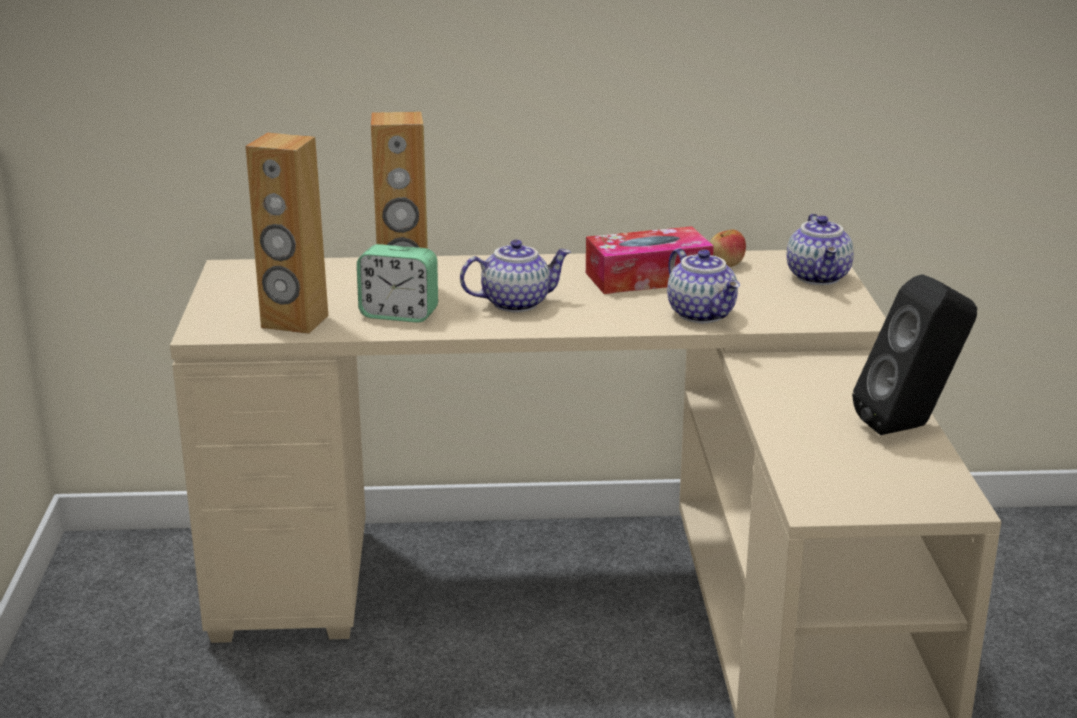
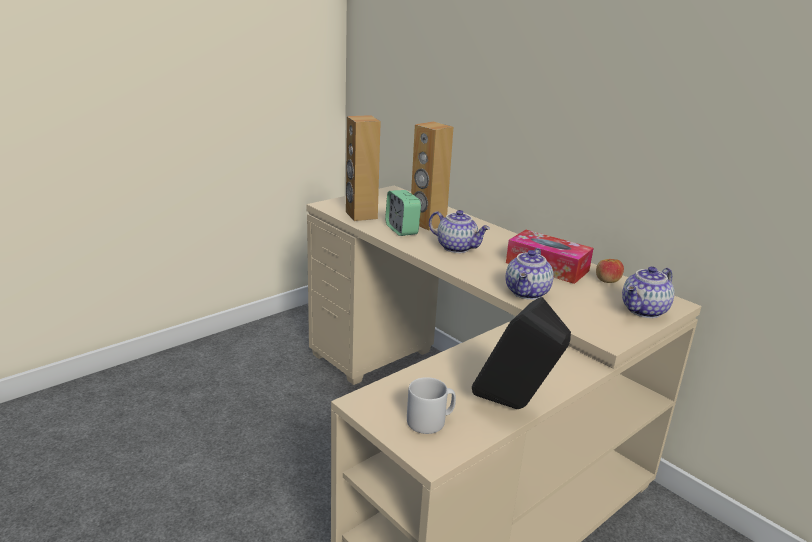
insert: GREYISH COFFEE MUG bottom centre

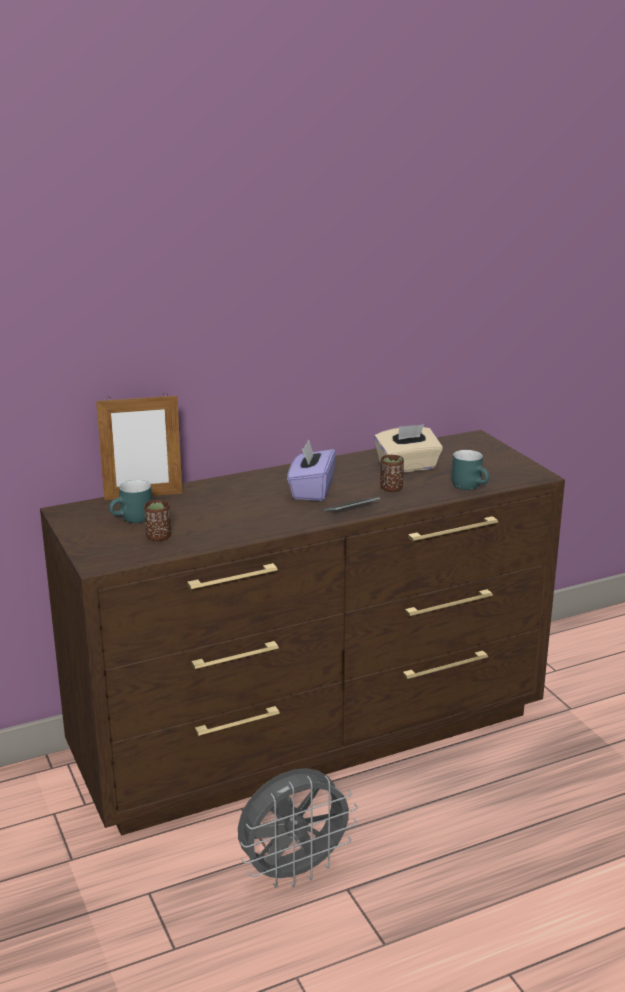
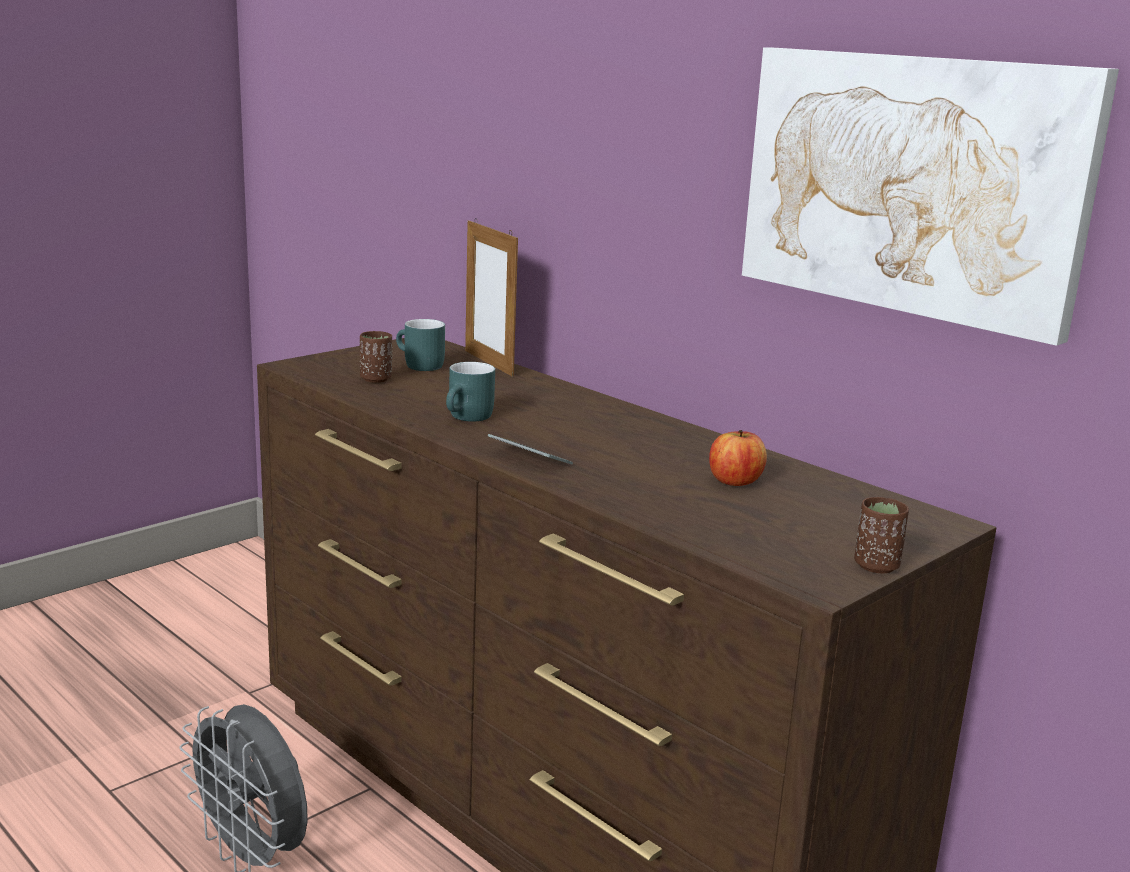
delete: PURPLE-COLOURED TISSUE HOLDER centre
insert: PICTURE top right
move: TURQUOISE COFFEE MUG (2nd from left) middle right to centre; BROWN CUP (2nd from left) centre to middle right
replace: SAND-COLOURED TISSUE HOLDER centre to APPLE centre

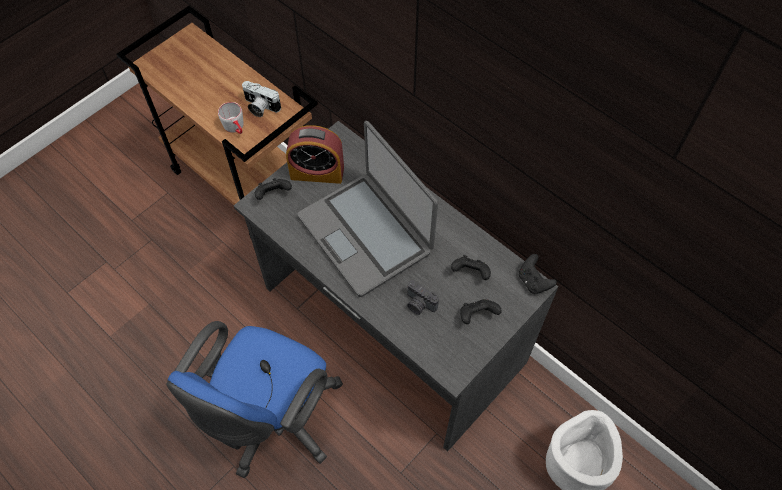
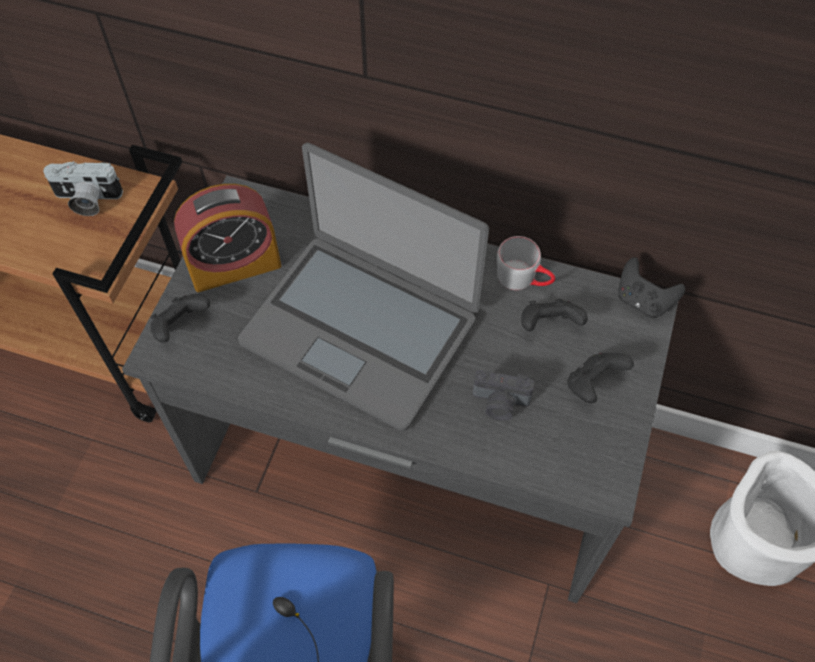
move: GREYISH COFFEE MUG top left to centre

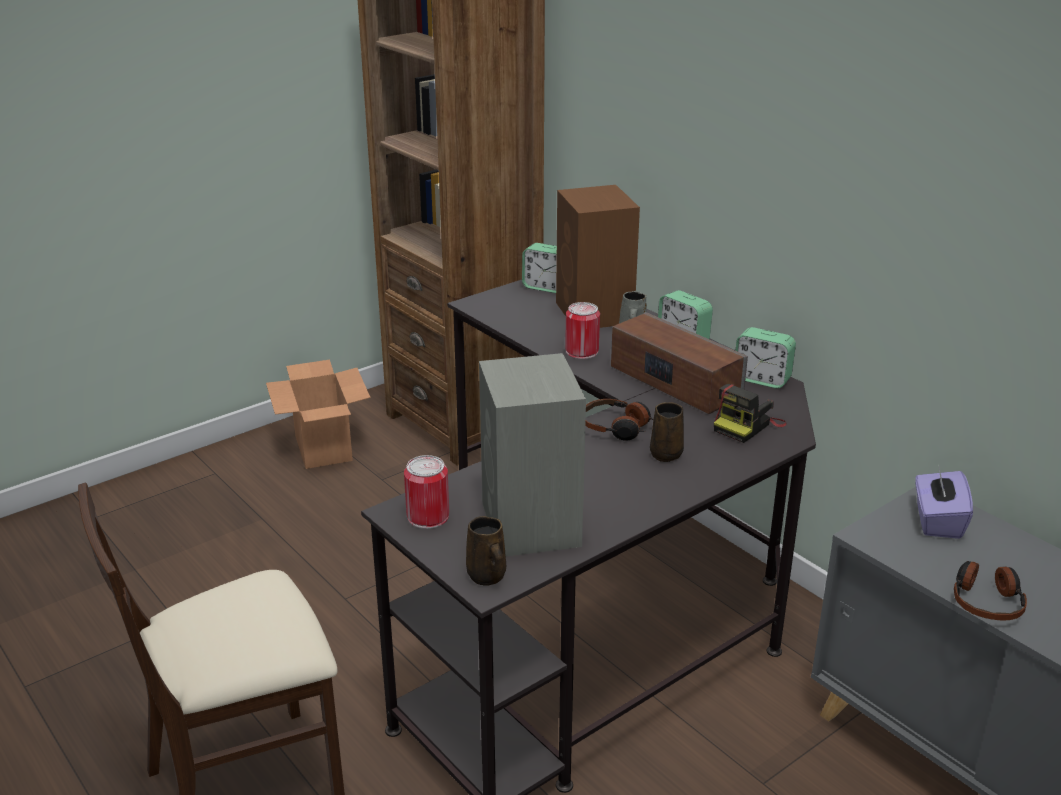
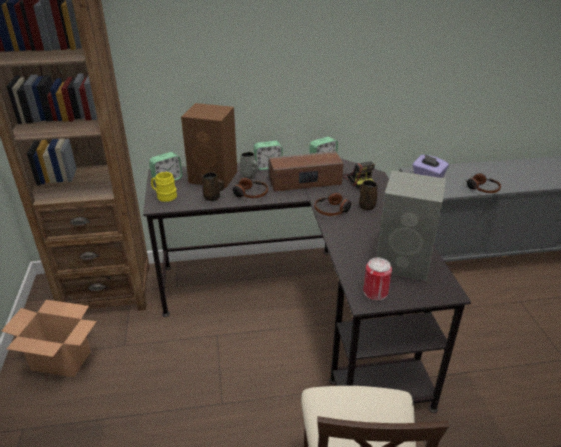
insert: YELLOW-COLOURED COFFEE MUG middle left
move: BROWN COFFEE MUG (1st from left) bottom centre to centre
replace: METAL CAN (2nd from left) centre to HEADSET (1st from left) centre

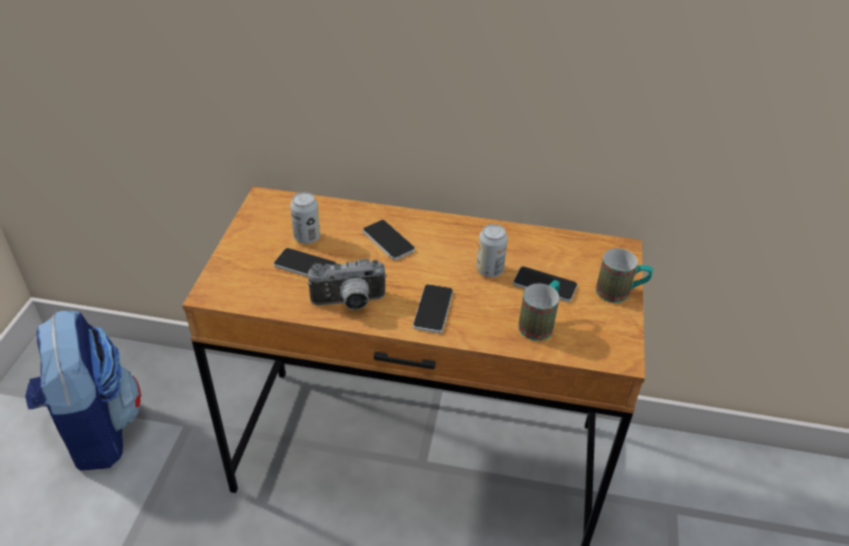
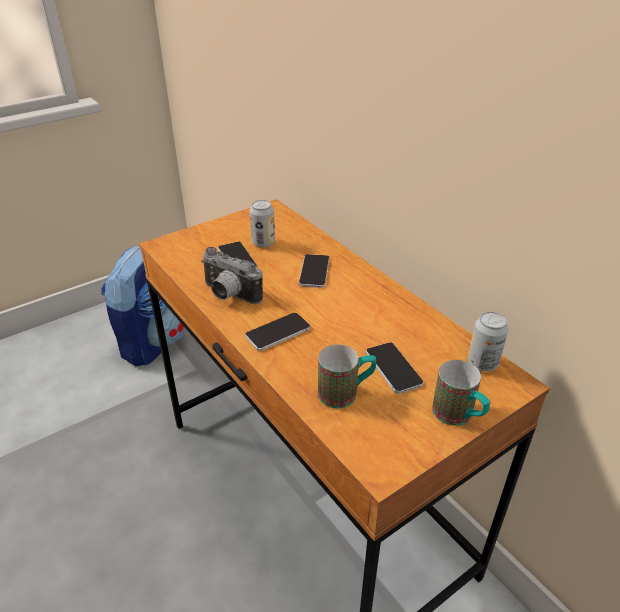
move: METAL CAN (2nd from left) centre to middle right

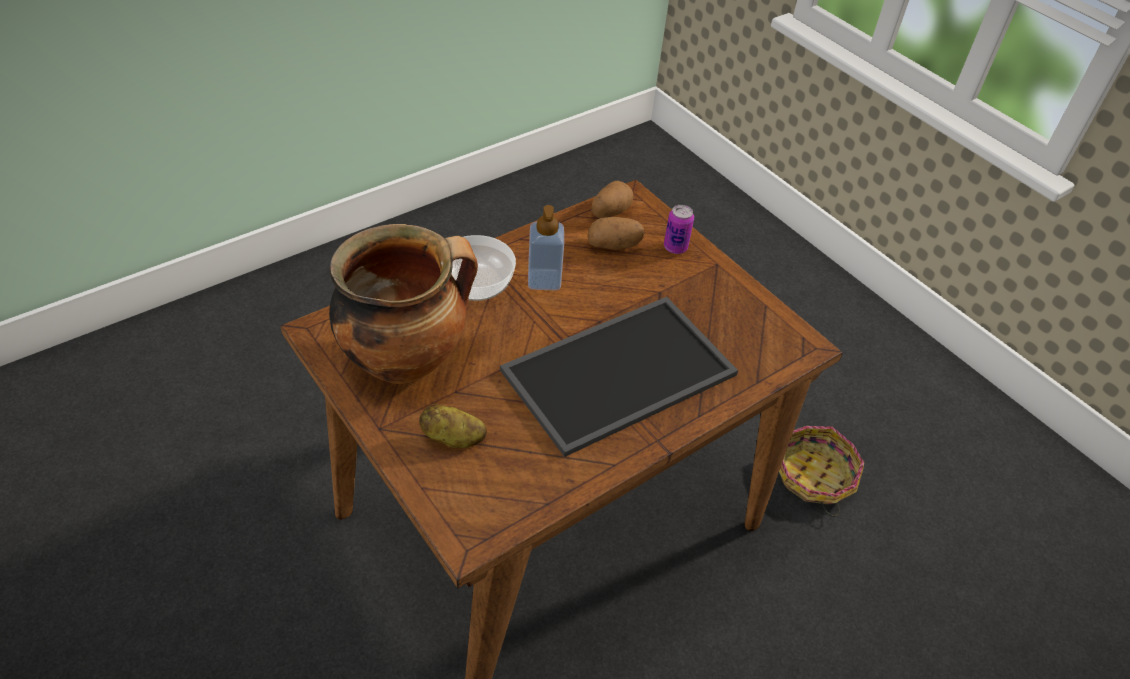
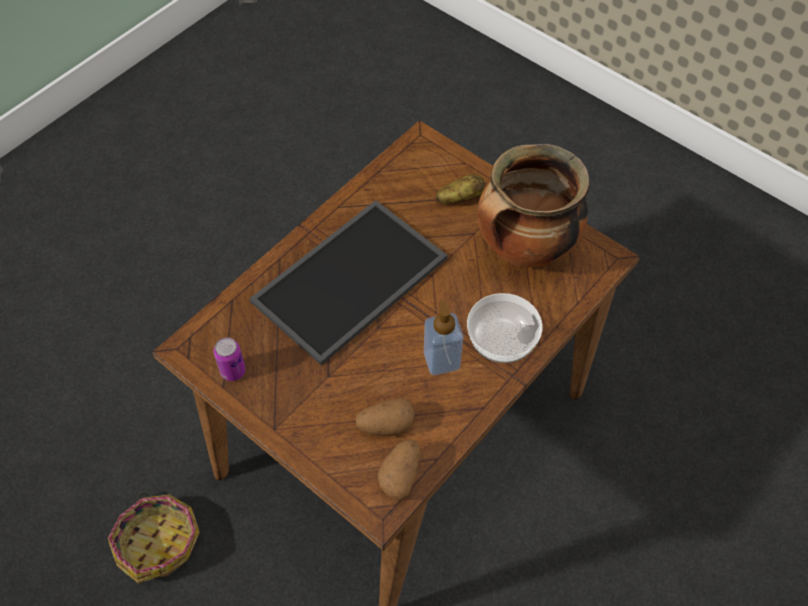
move: METAL CAN centre to middle left

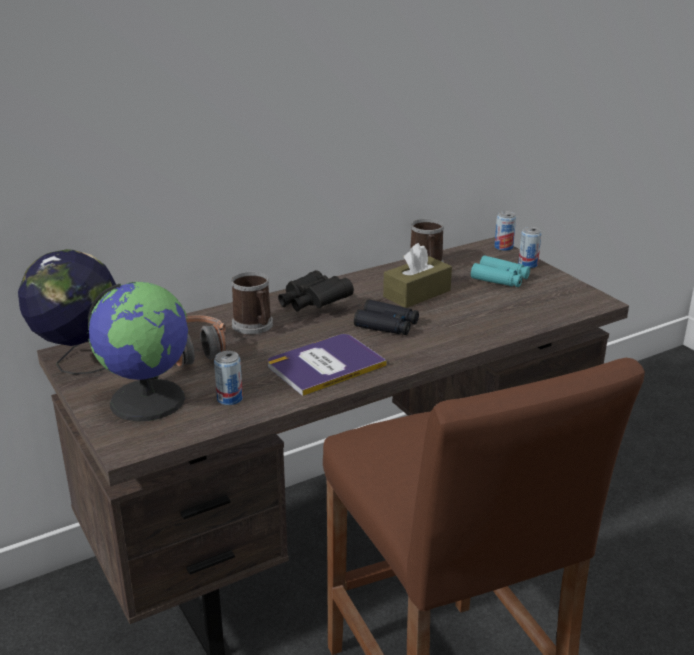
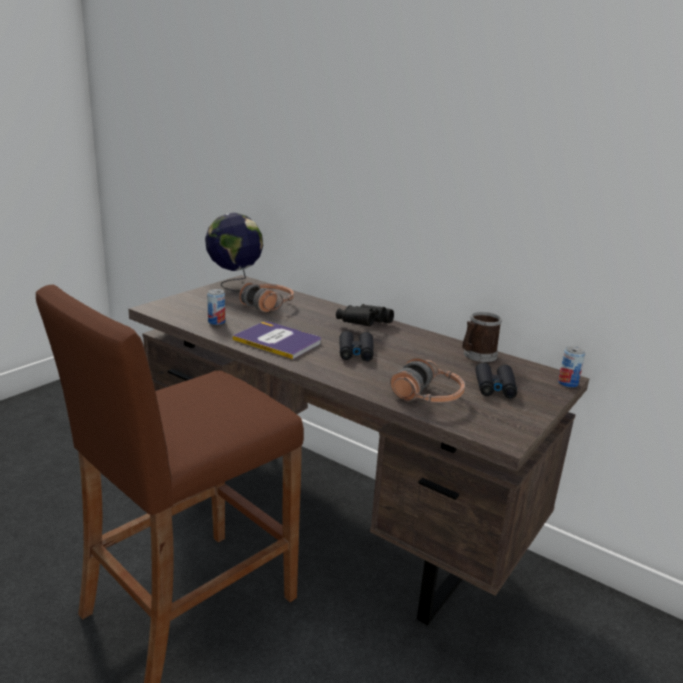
delete: METAL CAN (3rd from left) middle right; BROWN TISSUE HOLDER centre; COFFEE MUG (1st from left) centre; GLOBE (2nd from left) middle left
insert: HEADSET (2nd from left) centre
recolor: TURQUOISE PAIR OF BINOCULARS middle right to BLACK PAIR OF BINOCULARS (3rd from left) middle right

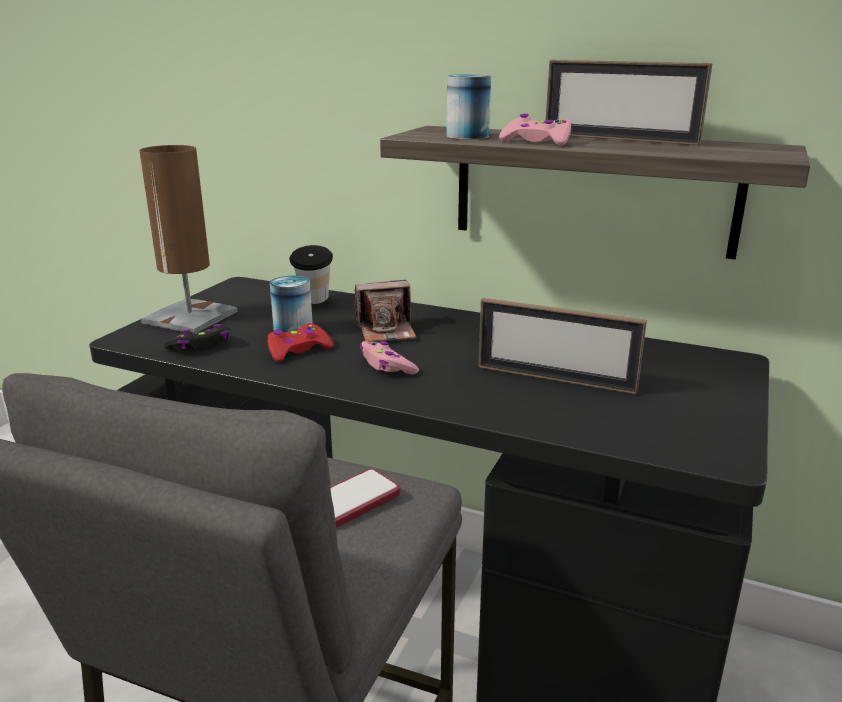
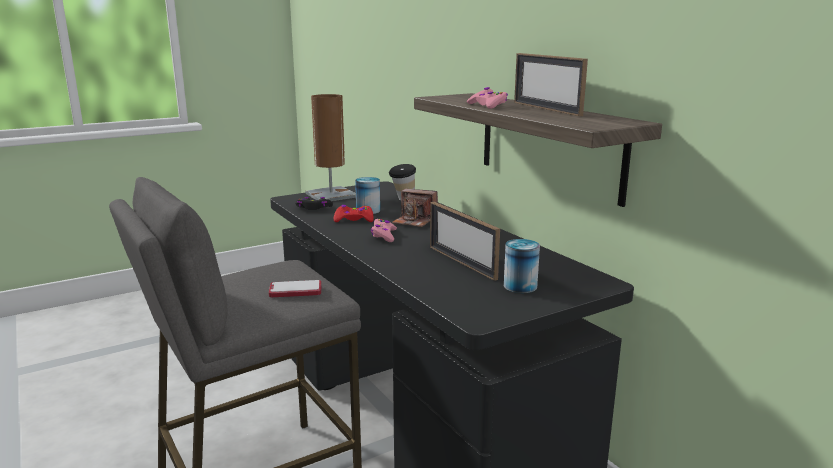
move: METAL CAN (2nd from left) top centre to centre

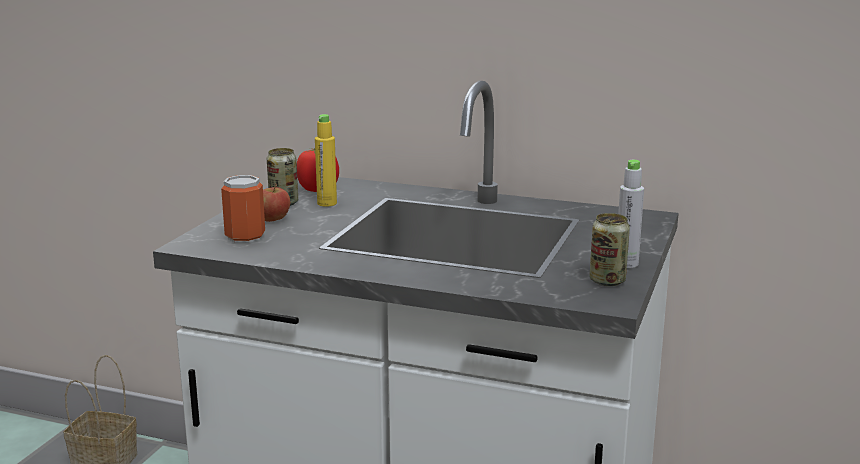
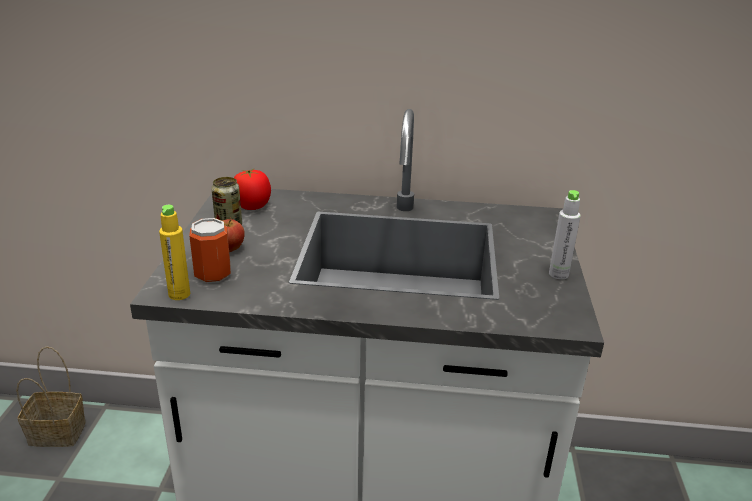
delete: METAL CAN (3rd from left) middle right
move: YELLOW-COLOURED DRINK BOTTLE centre to middle left

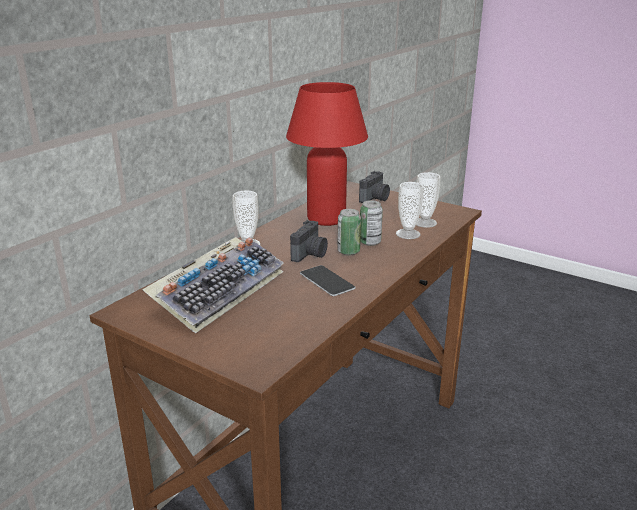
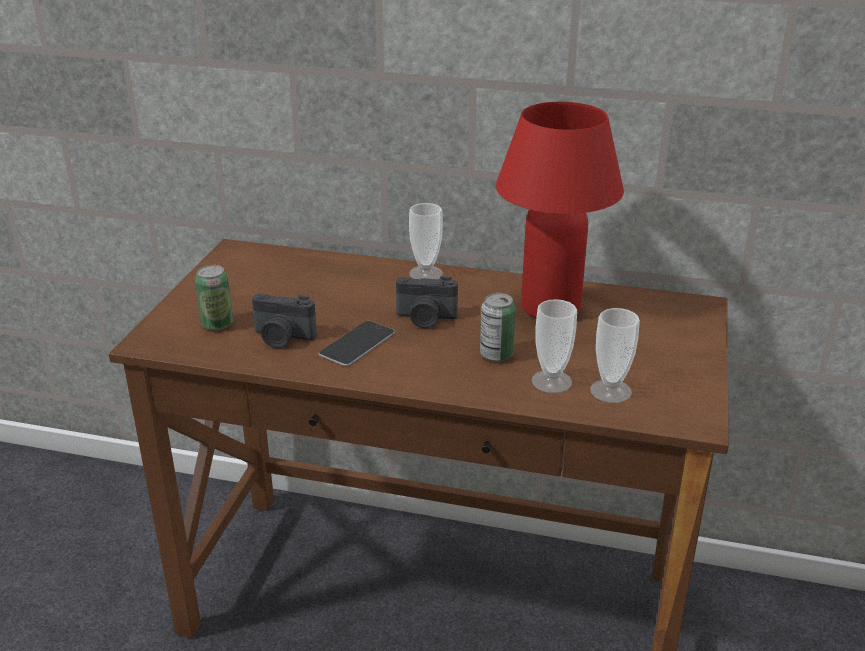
delete: COMPUTER KEYBOARD centre
move: PHOTO CAMERA (2nd from left in the first image) centre to PHOTO CAMERA (1st from left) middle left; METAL CAN (1st from left) centre to middle left

